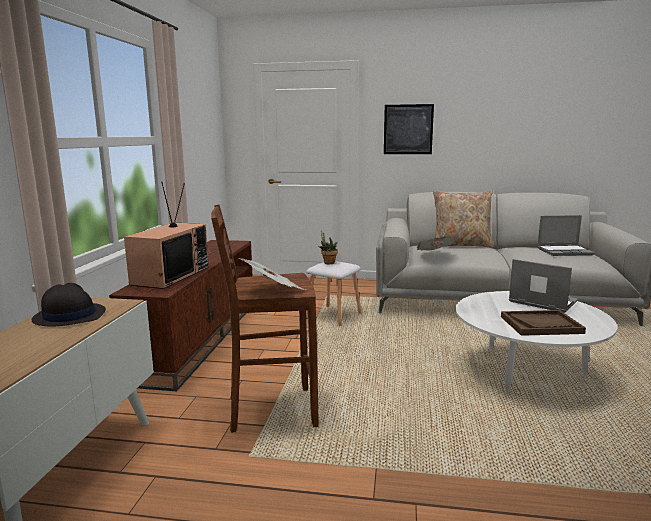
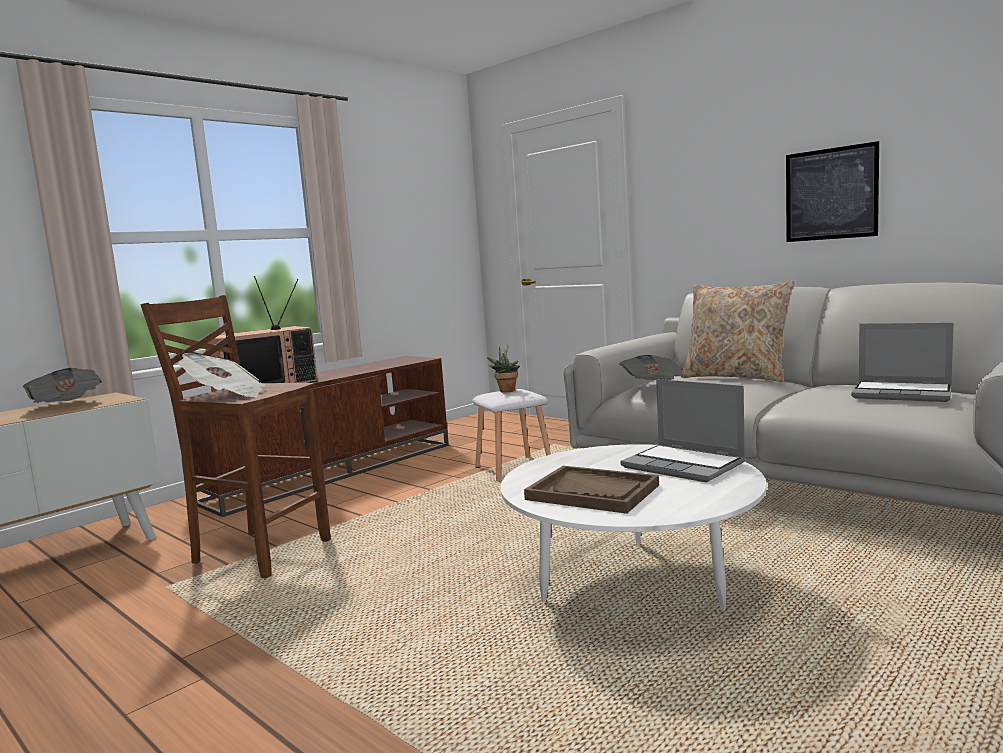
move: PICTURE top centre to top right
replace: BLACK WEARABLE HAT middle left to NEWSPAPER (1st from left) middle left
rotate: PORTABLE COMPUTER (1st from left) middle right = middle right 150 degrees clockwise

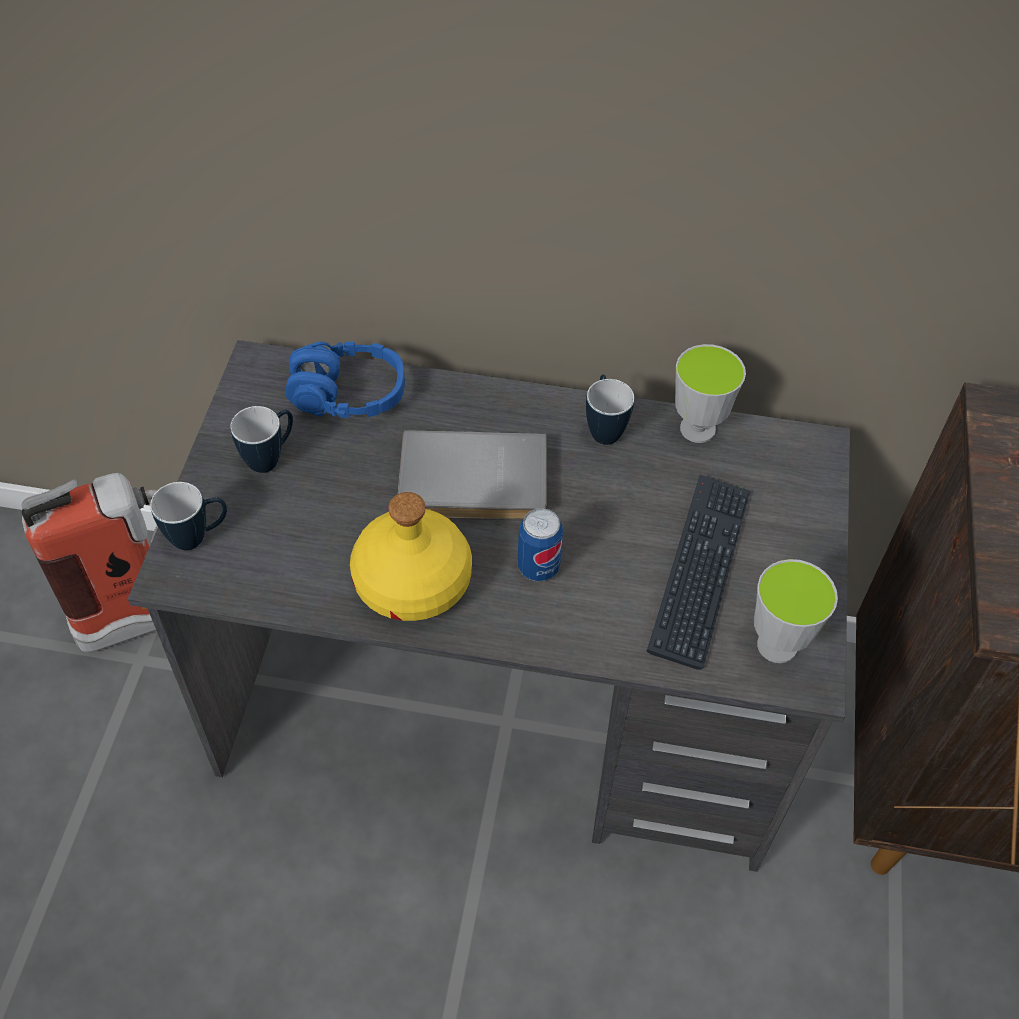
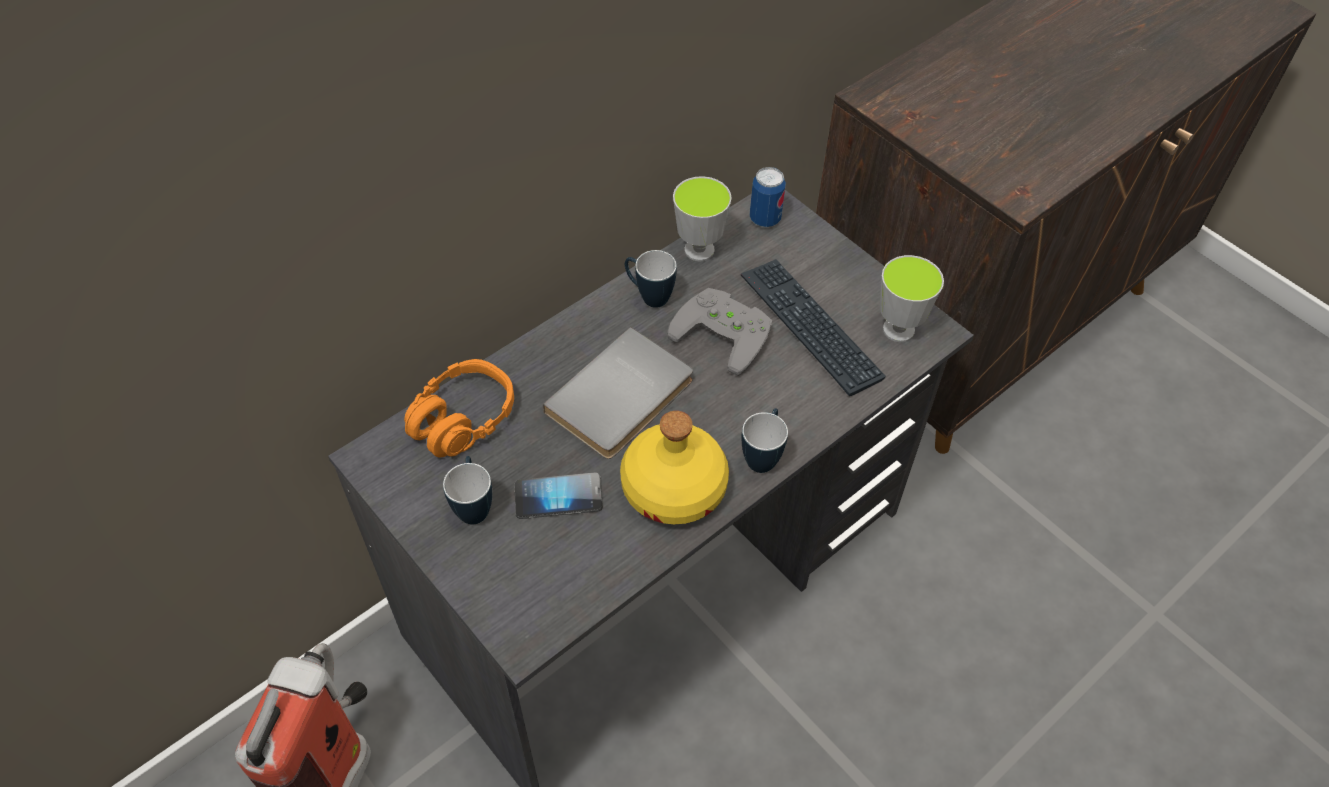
insert: GREYISH JOYPAD centre; PHONE centre
move: COFFEE MUG (1st from left in the first image) middle left to COFFEE MUG (3rd from left) centre; METAL CAN centre to top centre
recolor: BLUE HEADSET centre to ORANGE-COLOURED HEADSET centre

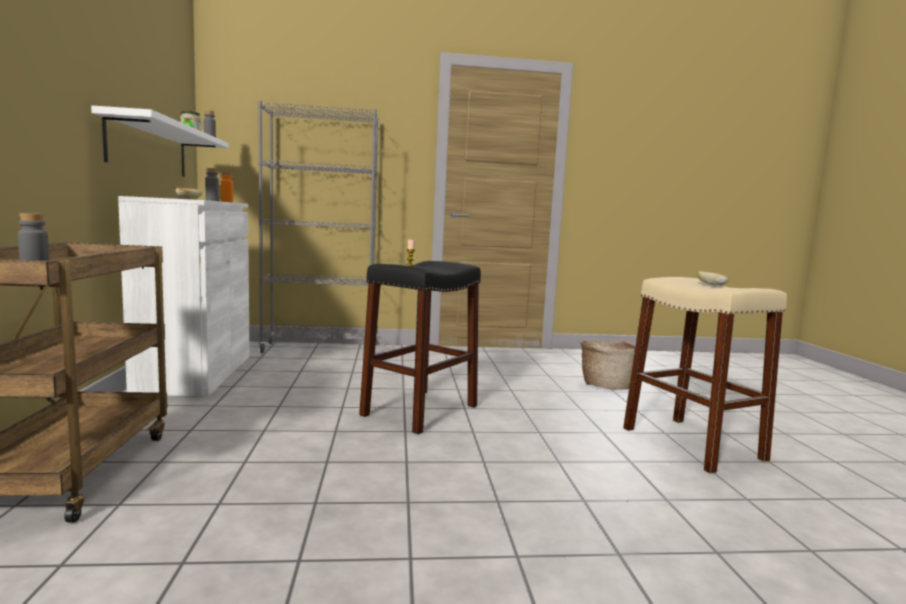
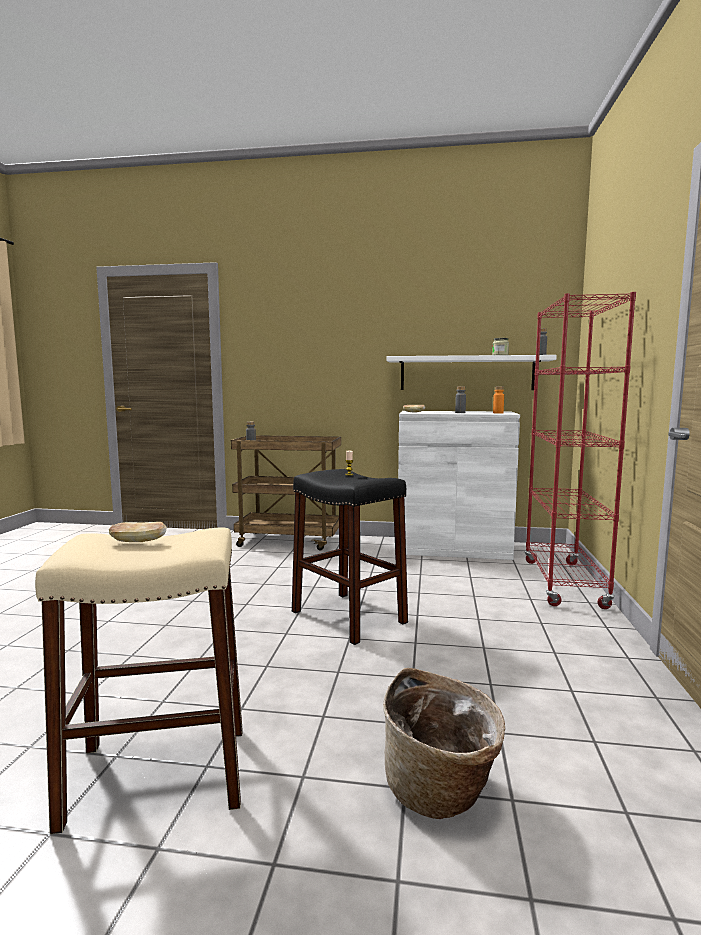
recolor: GREYISH BOOKCASE centre to RED-COLOURED BOOKCASE middle right

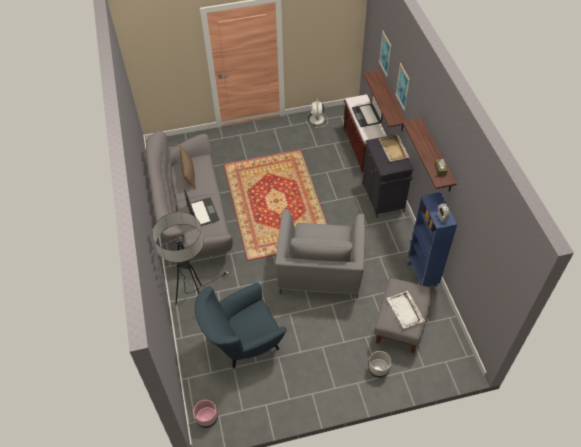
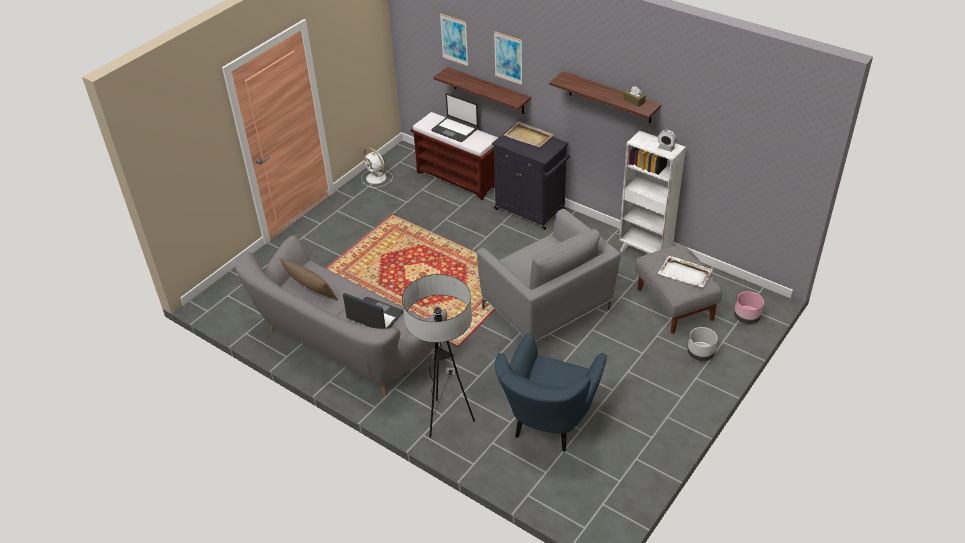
move: PINK-COLOURED PLANTER bottom centre to middle right
recolor: BLUE BOOKCASE middle right to WHITE BOOKCASE middle right

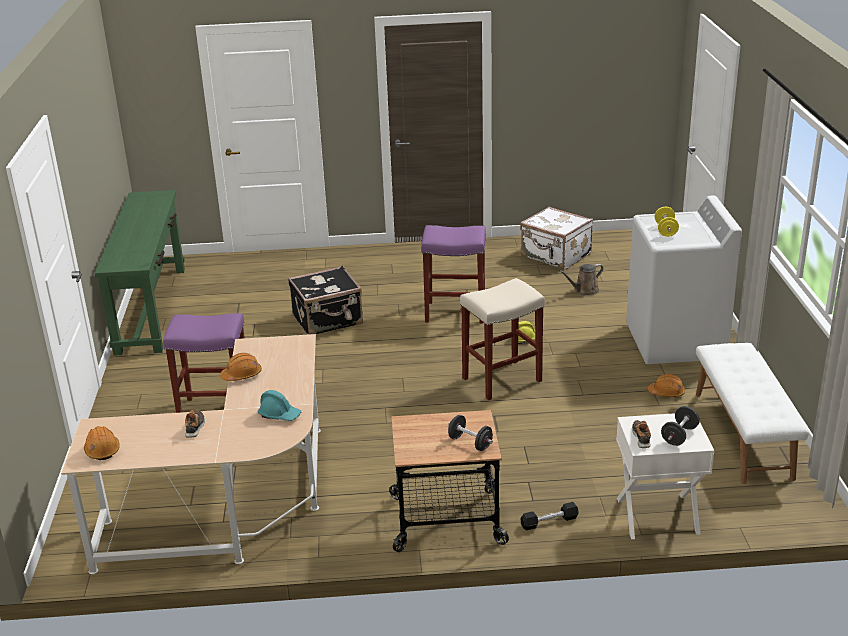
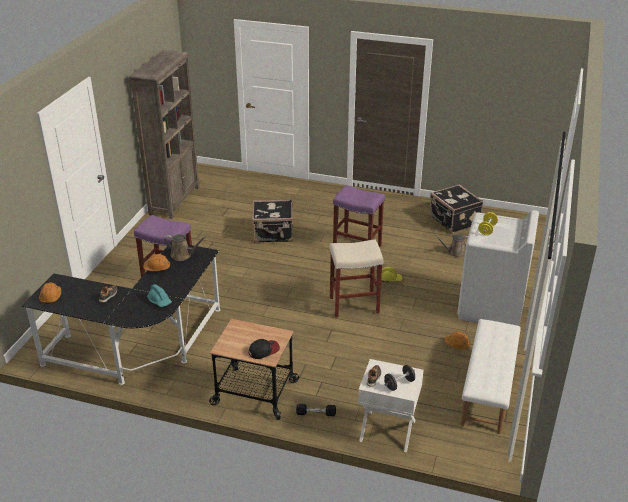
insert: BROWN SPRINKLING CAN (1st from left) middle left
replace: GREEN-COLOURED NARROW TABLE middle left to BROWN BOOKCASE top left; BLACK HAND WEIGHT (1st from left) bottom centre to PEAKED CAP bottom centre
recolor: WHITE PIECE OF LUGGAGE centre to BLACK PIECE OF LUGGAGE (2nd from left) middle right; SAND-COLOURED DESK TABLE bottom left to BLACK DESK TABLE middle left

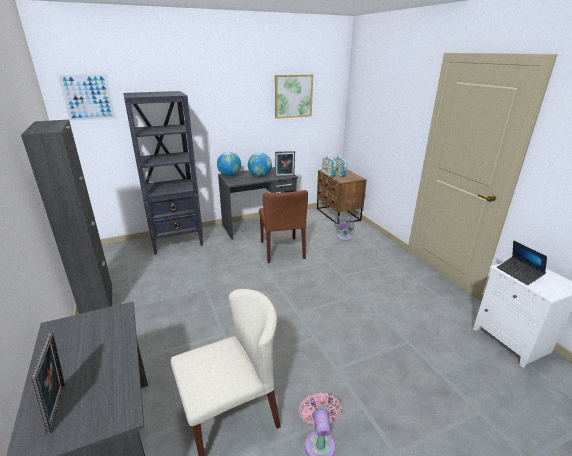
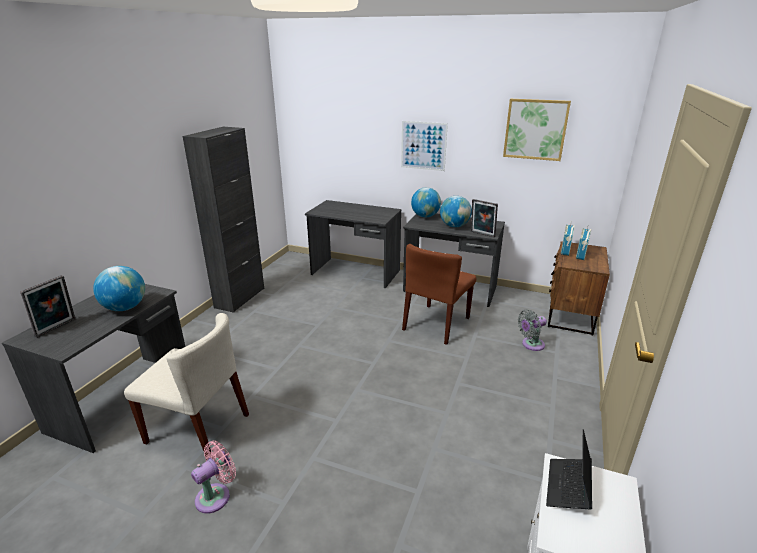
insert: GLOBE (1st from left) middle left
move: PICTURE (1st from left) top left to top centre
replace: BLACK BOOKCASE middle left to GREYISH DESK TABLE (2nd from left) centre

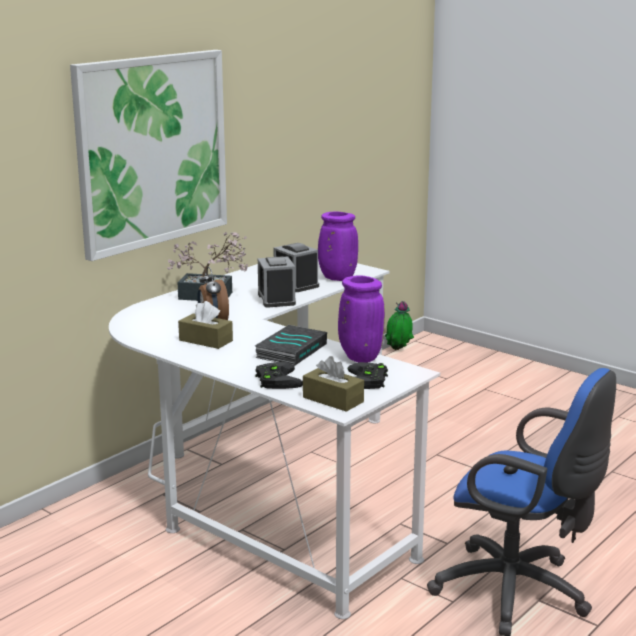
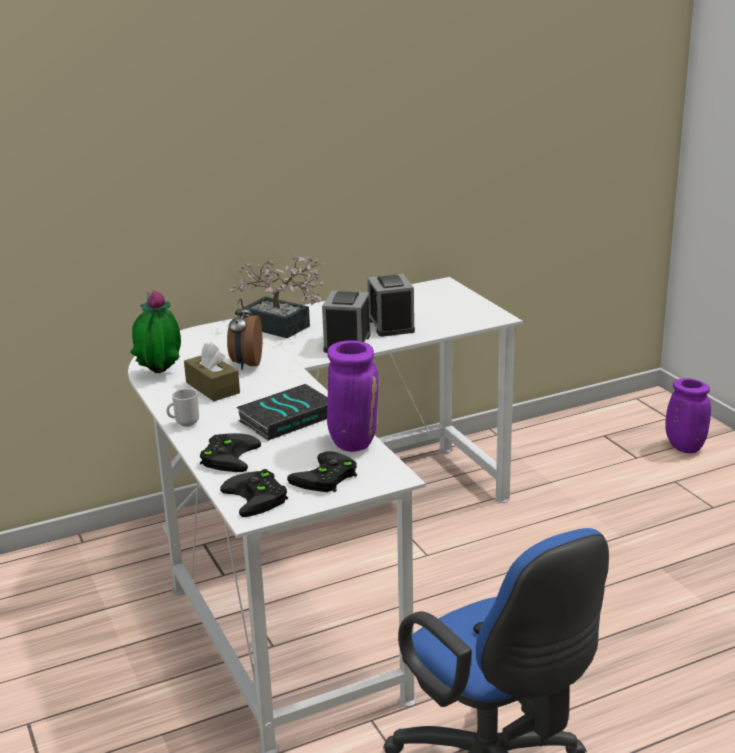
delete: PICTURE top left
insert: COFFEE MUG middle left
move: PURPLE-COLOURED FLOWER VASE (1st from left in the first image) centre to PURPLE-COLOURED FLOWER VASE (2nd from left) middle right; HOUSEPLANT (2nd from left in the first image) centre to HOUSEPLANT (1st from left) middle left
replace: BROWN TISSUE HOLDER (2nd from left) centre to BLACK JOYPAD (2nd from left) centre

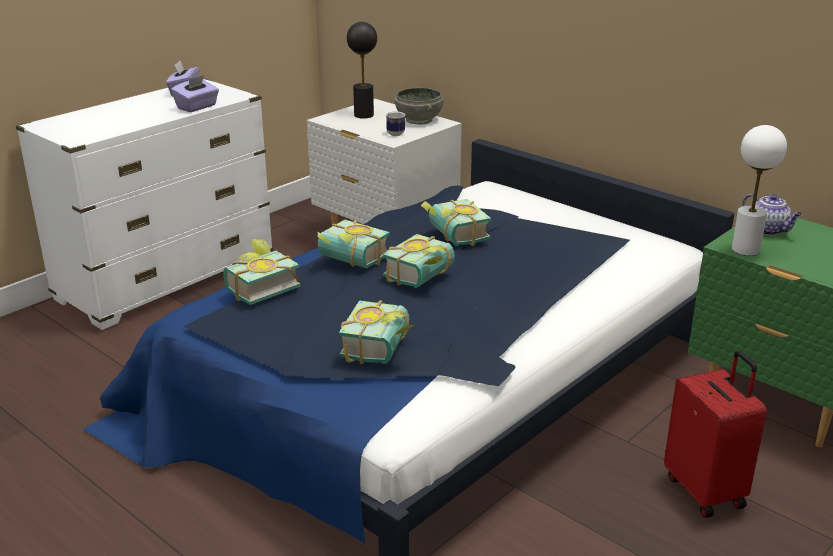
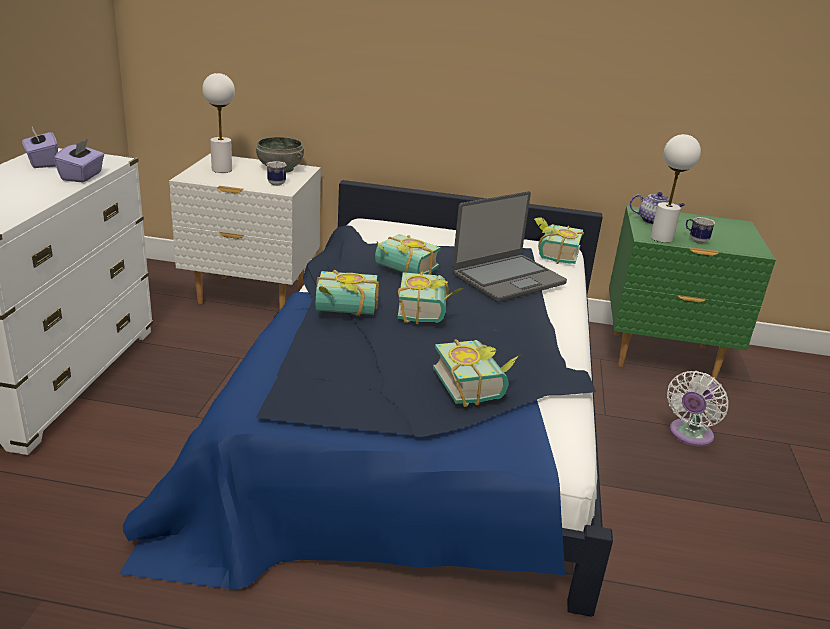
insert: PORTABLE COMPUTER centre; COFFEE MUG (2nd from left) middle right
move: BOOK (1st from left in the first image) middle left to BOOK (5th from left) middle right
replace: RED-COLOURED PIECE OF LUGGAGE bottom right to WHITE ELECTRIC FAN middle right
recolor: BLACK LAMP FOR A TABLE top centre to WHITE LAMP FOR A TABLE (1st from left) top left

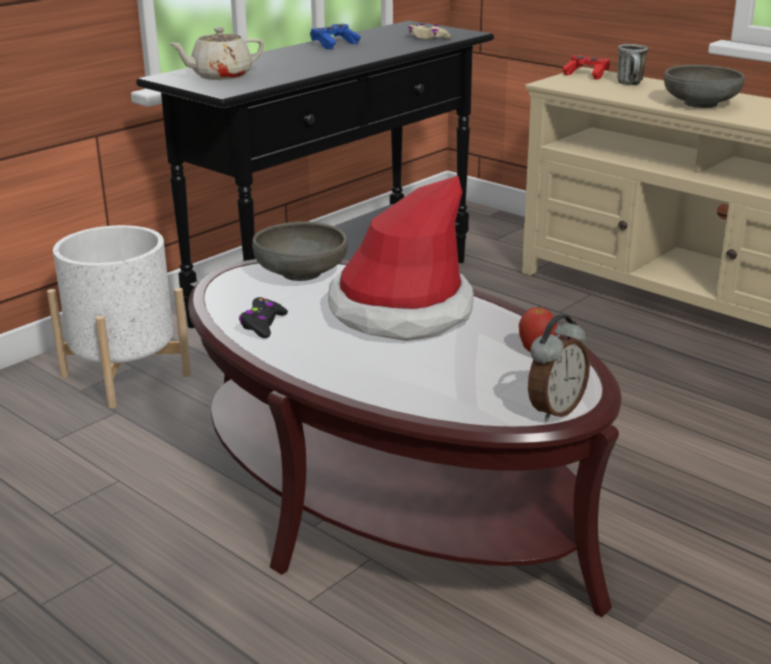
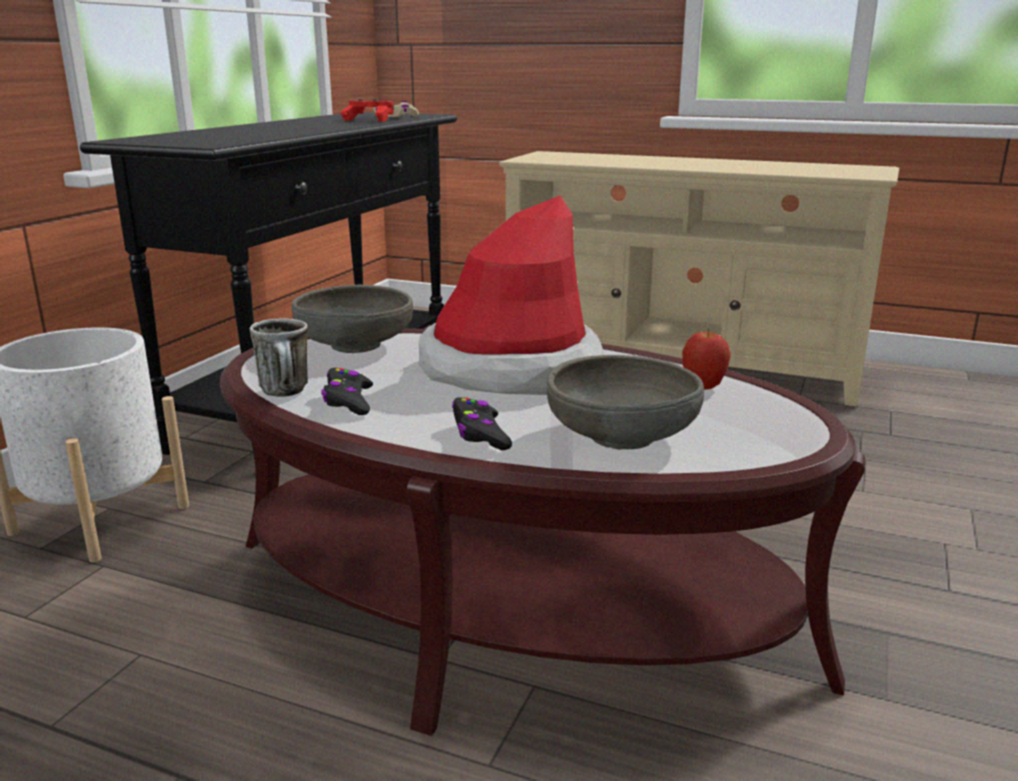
delete: BLUE JOYPAD top centre; SAND-COLOURED POT FOR TEA top left; ALARM CLOCK middle right
insert: BLACK JOYPAD (2nd from left) centre
move: COFFEE MUG top right to middle left; RED-COLOURED JOYPAD top right to top centre; GREYISH DEEP DISH (2nd from left) top right to centre

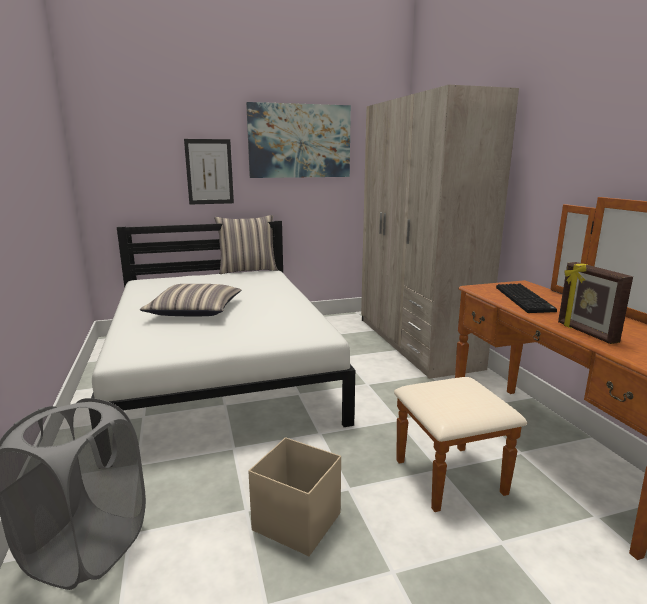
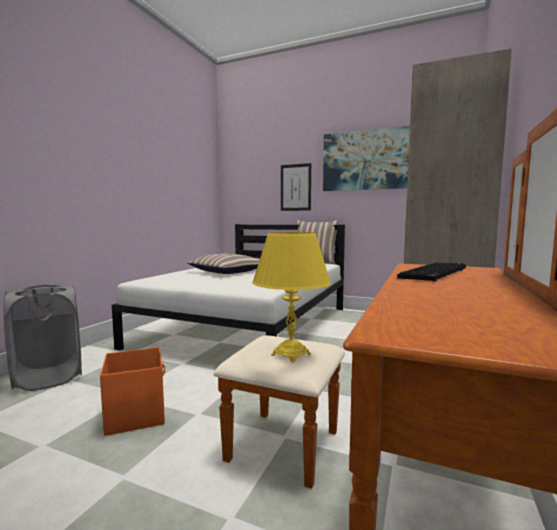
delete: STANDING FRAME middle right
insert: YELLOW-COLOURED LAMP FOR A TABLE centre
recolor: SAND-COLOURED STORAGE CONTAINER bottom centre to ORANGE-COLOURED STORAGE CONTAINER bottom left

